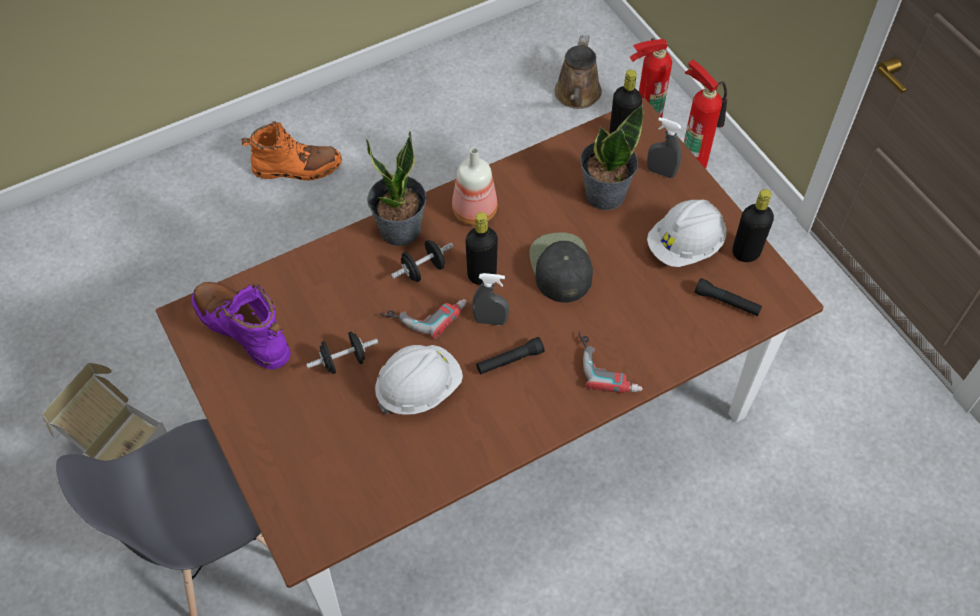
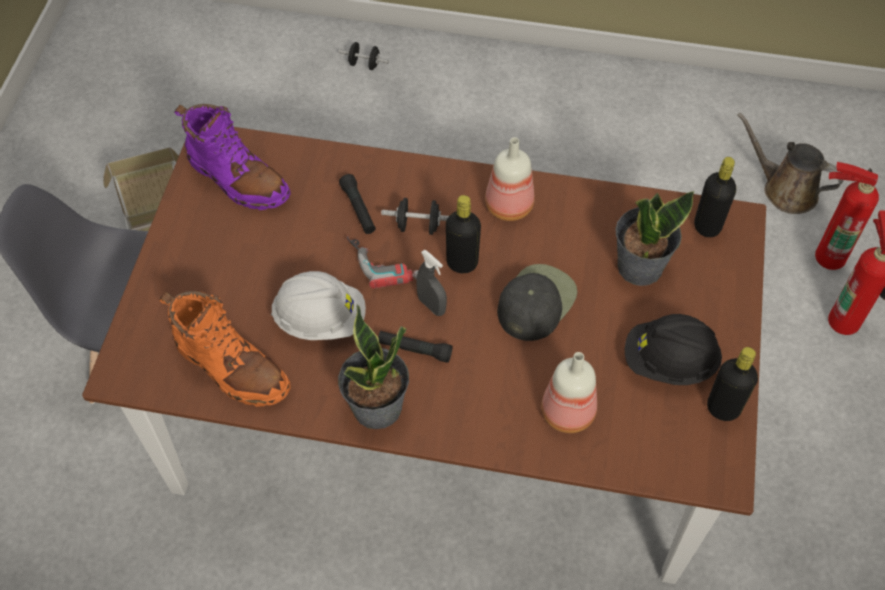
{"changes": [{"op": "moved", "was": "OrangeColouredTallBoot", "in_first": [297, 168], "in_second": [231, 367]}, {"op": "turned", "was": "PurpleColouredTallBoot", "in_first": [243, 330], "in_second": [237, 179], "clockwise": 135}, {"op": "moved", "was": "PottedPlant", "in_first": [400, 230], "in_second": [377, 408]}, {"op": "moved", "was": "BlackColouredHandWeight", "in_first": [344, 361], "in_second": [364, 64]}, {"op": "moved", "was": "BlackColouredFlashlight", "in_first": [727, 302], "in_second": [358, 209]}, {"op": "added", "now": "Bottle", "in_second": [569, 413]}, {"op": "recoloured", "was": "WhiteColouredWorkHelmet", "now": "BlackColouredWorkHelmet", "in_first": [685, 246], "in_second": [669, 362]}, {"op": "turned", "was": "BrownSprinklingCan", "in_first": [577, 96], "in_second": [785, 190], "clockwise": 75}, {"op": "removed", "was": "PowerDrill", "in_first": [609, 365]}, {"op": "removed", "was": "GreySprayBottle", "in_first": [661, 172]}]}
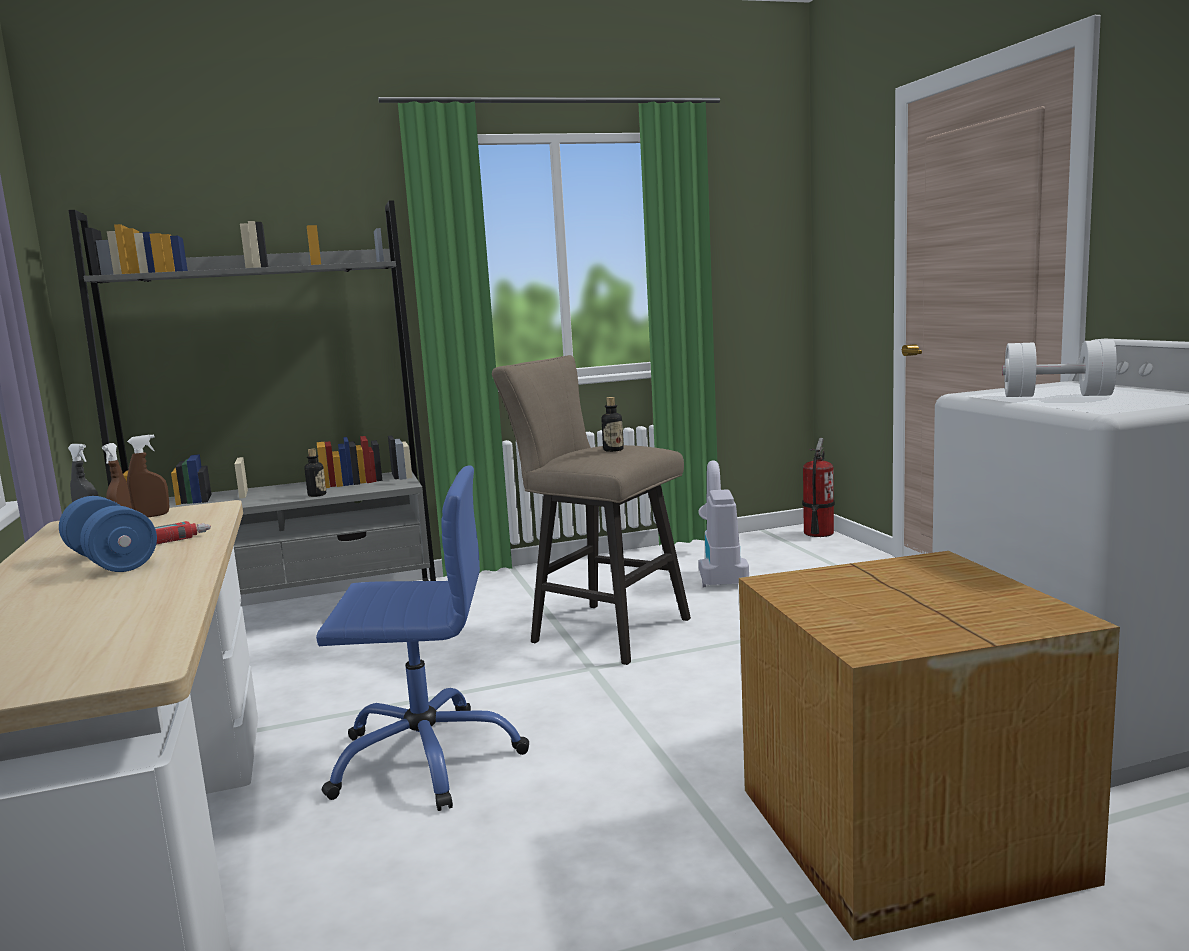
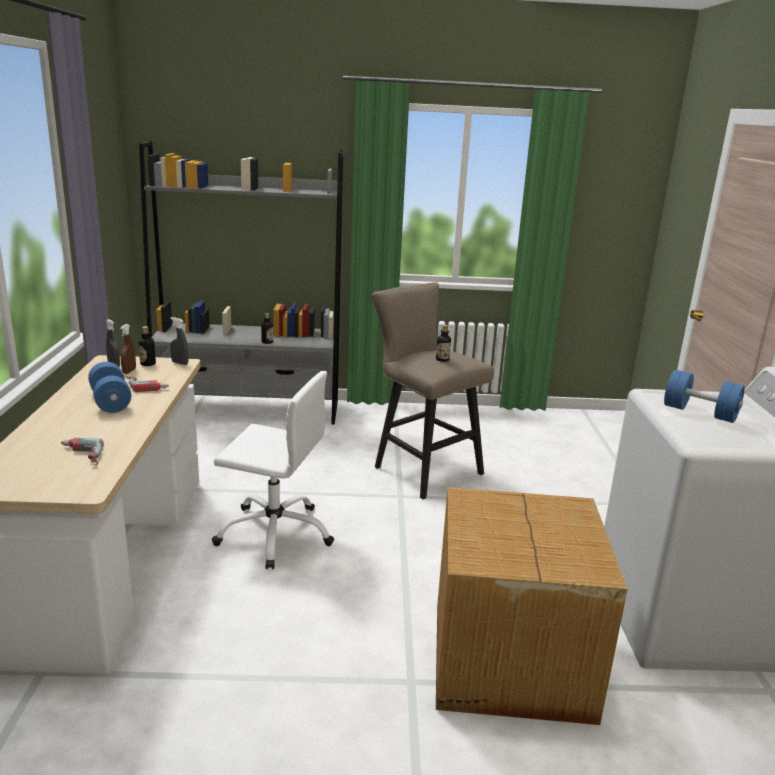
{"changes": [{"op": "added", "now": "PowerDrill", "in_second": [80, 457]}, {"op": "replaced", "was": "BrownSprayBottle", "now": "Bottle", "in_first": [152, 516], "in_second": [148, 364]}, {"op": "added", "now": "GreySprayBottle", "in_second": [180, 363]}, {"op": "recoloured", "was": "BluishDeskChair", "now": "WhiteColouredDeskChair", "in_first": [425, 758], "in_second": [275, 533]}, {"op": "recoloured", "was": "WhiteColouredHandWeight", "now": "BluishHandWeight", "in_first": [1056, 396], "in_second": [699, 413]}, {"op": "removed", "was": "Hoover", "in_first": [719, 571]}, {"op": "removed", "was": "FireFightingCylinder", "in_first": [818, 533]}]}
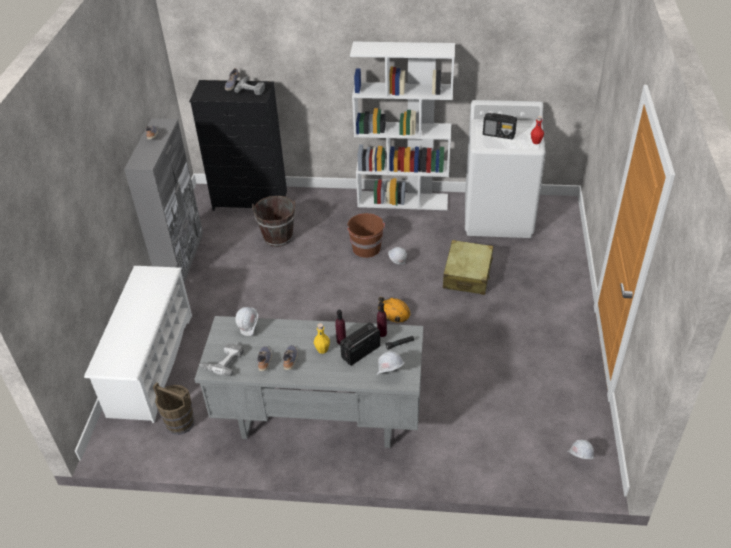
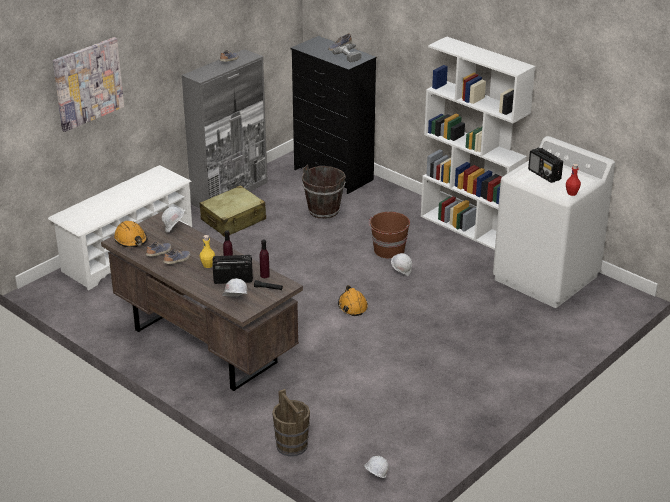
{"changes": [{"op": "added", "now": "WallArt", "in_second": [88, 83]}, {"op": "recoloured", "was": "GreyDeskUnit", "now": "BrownDeskUnit", "in_first": [318, 419], "in_second": [203, 346]}, {"op": "replaced", "was": "PowerDrill", "now": "OrangeColouredWorkHelmet", "in_first": [222, 362], "in_second": [131, 240]}, {"op": "moved", "was": "SandColouredPieceOfLuggage", "in_first": [467, 274], "in_second": [233, 220]}, {"op": "moved", "was": "BrownWaterBucket", "in_first": [180, 423], "in_second": [292, 446]}]}
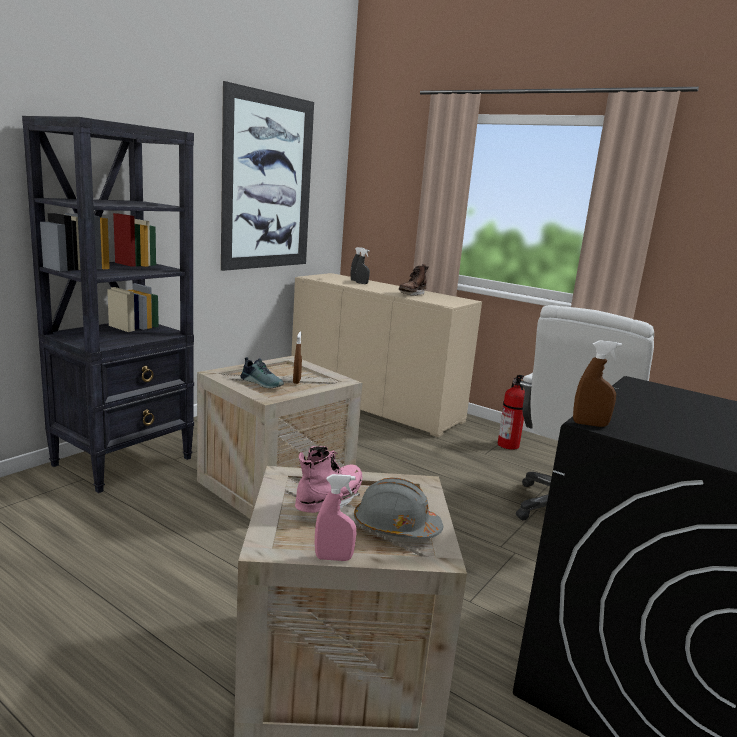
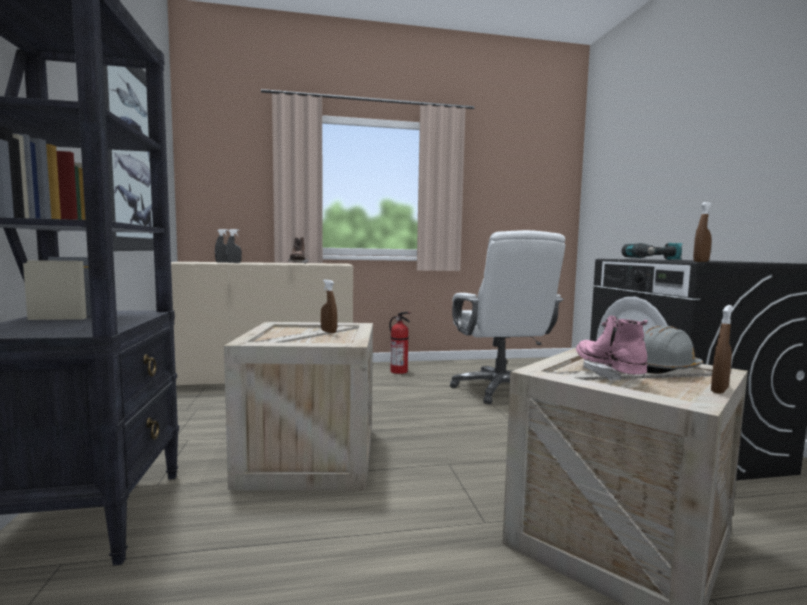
{"changes": [{"op": "added", "now": "PowerDrill", "in_second": [654, 259]}, {"op": "recoloured", "was": "PinkSprayBottle", "now": "BrownSprayBottle", "in_first": [333, 558], "in_second": [719, 390]}, {"op": "removed", "was": "ItemOfFootwear", "in_first": [263, 383]}]}
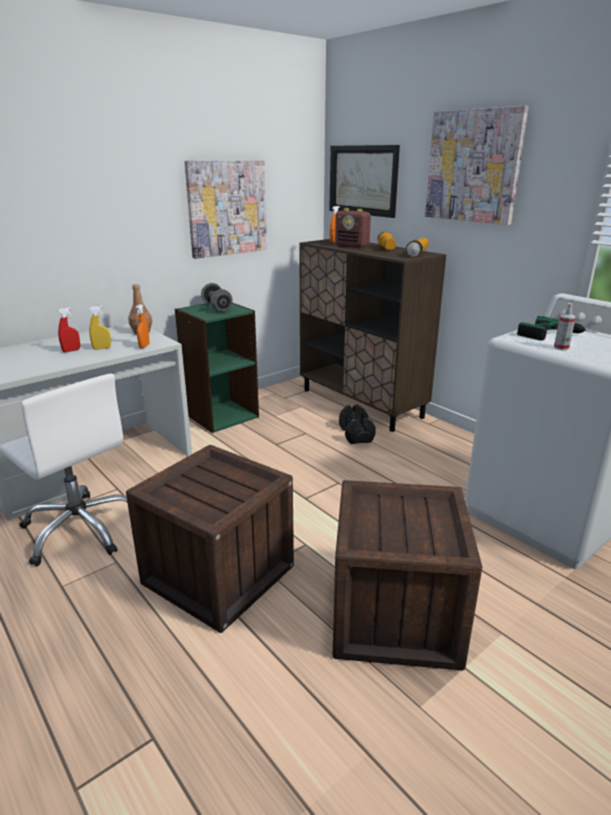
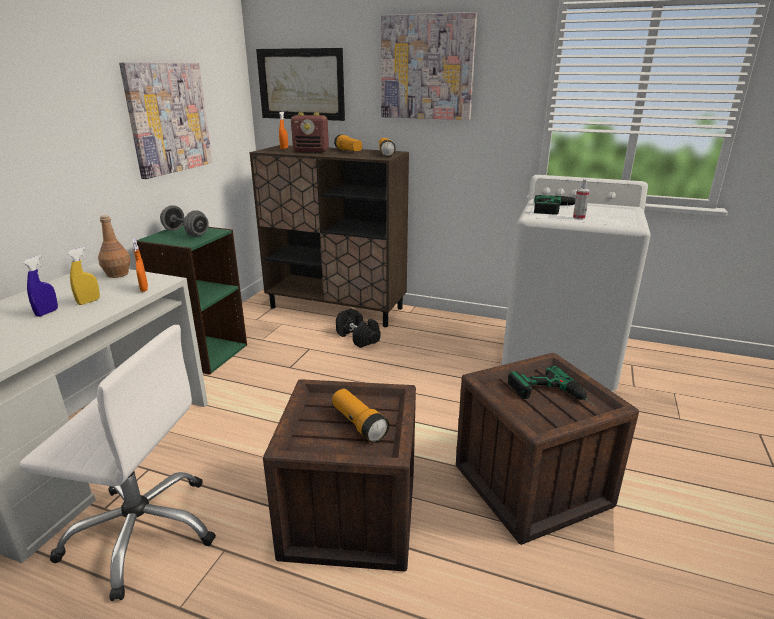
{"changes": [{"op": "recoloured", "was": "RedSprayBottle", "now": "BluishSprayBottle", "in_first": [71, 350], "in_second": [47, 312]}, {"op": "added", "now": "Flashlight", "in_second": [359, 424]}, {"op": "added", "now": "PowerDrill", "in_second": [551, 396]}]}
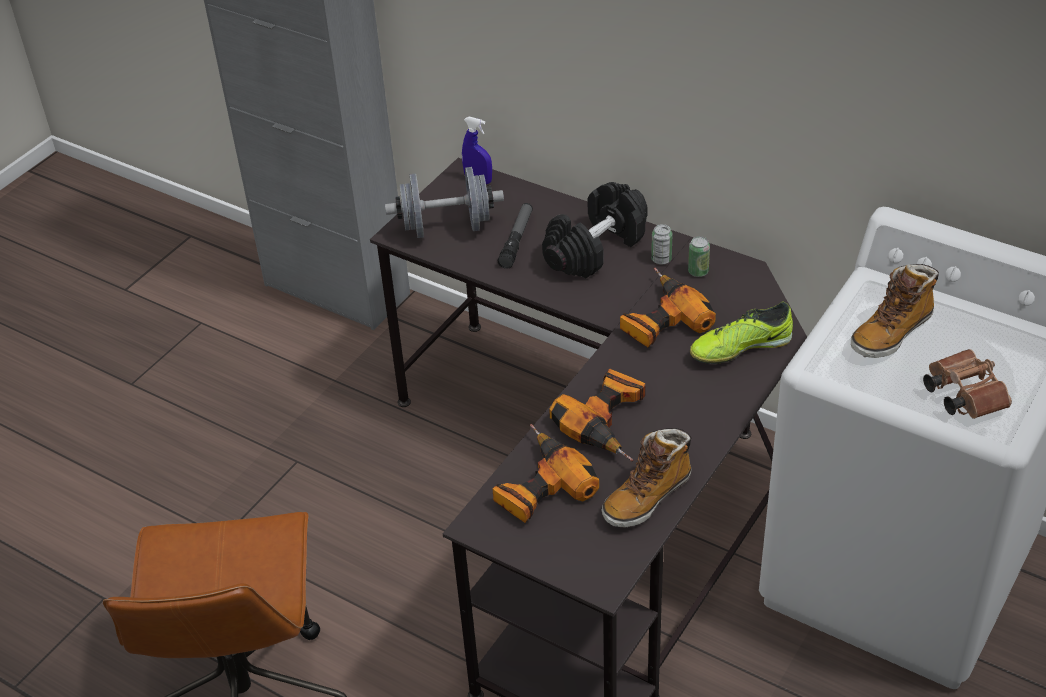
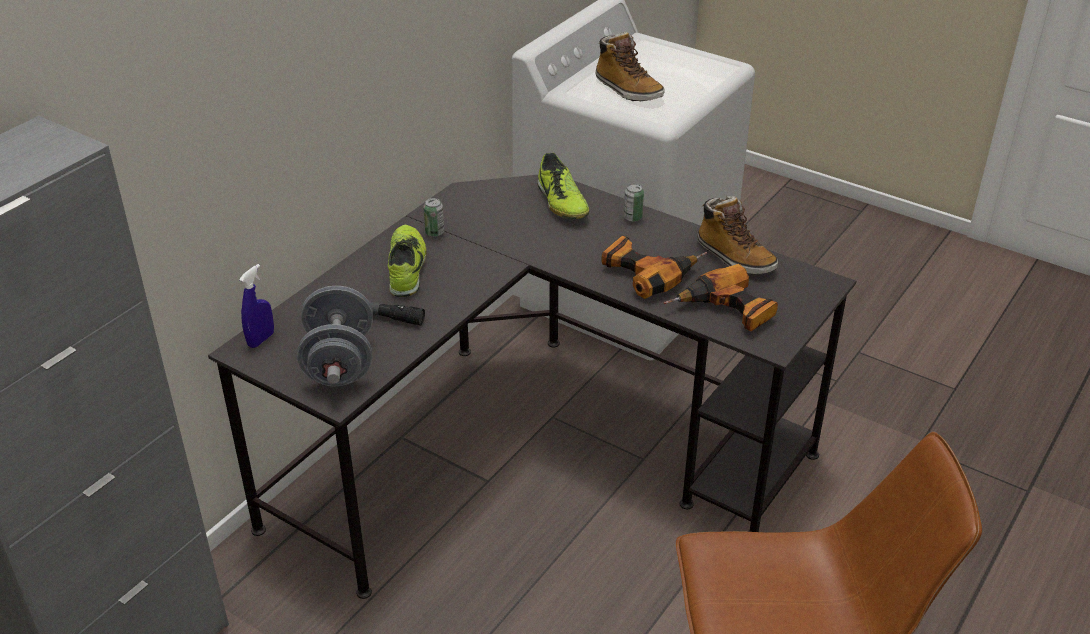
{"changes": [{"op": "replaced", "was": "BlackColouredHandWeight", "now": "ItemOfFootwear", "in_first": [595, 248], "in_second": [406, 268]}, {"op": "moved", "was": "SealedCan", "in_first": [698, 272], "in_second": [632, 218]}, {"op": "removed", "was": "PowerDrill", "in_first": [659, 319]}, {"op": "removed", "was": "BrownBinoculars", "in_first": [961, 395]}]}
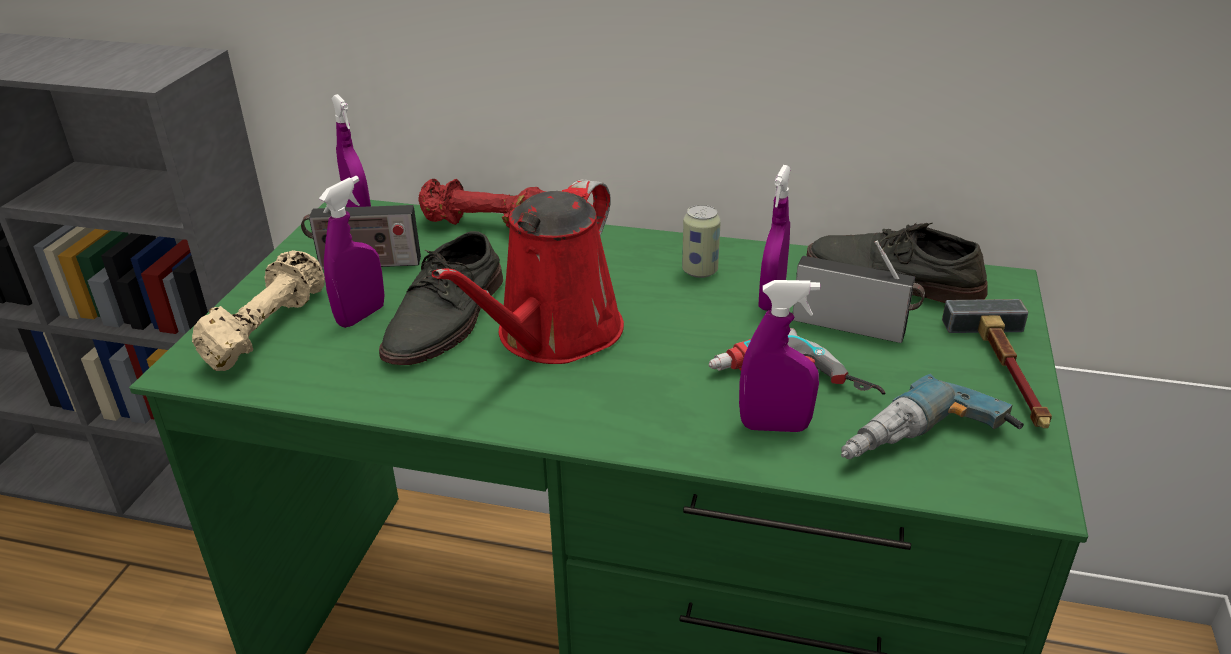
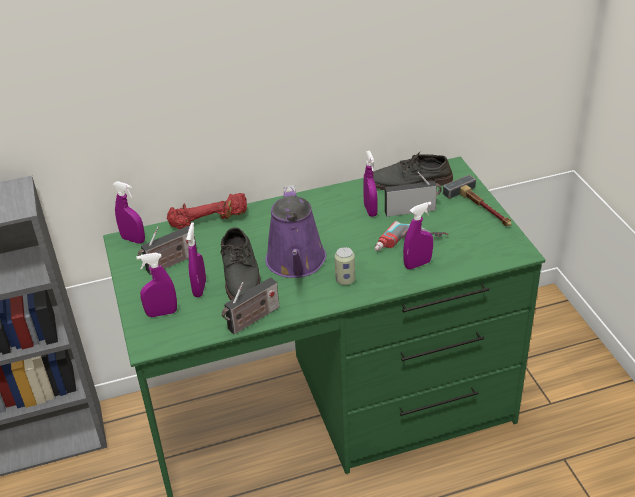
{"changes": [{"op": "replaced", "was": "SandColouredHandWeight", "now": "PurpleColouredSprayBottle", "in_first": [265, 329], "in_second": [162, 313]}, {"op": "added", "now": "RadioReceiver", "in_second": [252, 320]}, {"op": "recoloured", "was": "RedSprinklingCan", "now": "PurpleColouredSprinklingCan", "in_first": [553, 336], "in_second": [296, 263]}, {"op": "moved", "was": "SealedCan", "in_first": [699, 271], "in_second": [345, 280]}, {"op": "removed", "was": "PowerDrill", "in_first": [927, 449]}]}
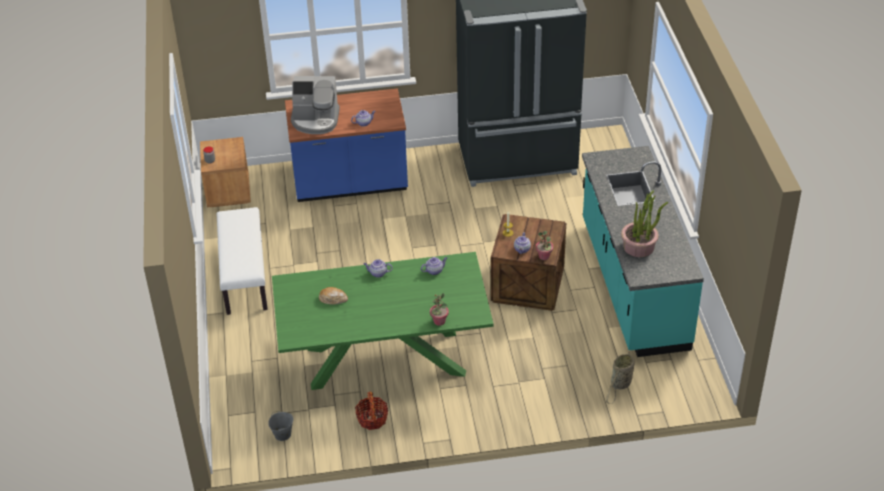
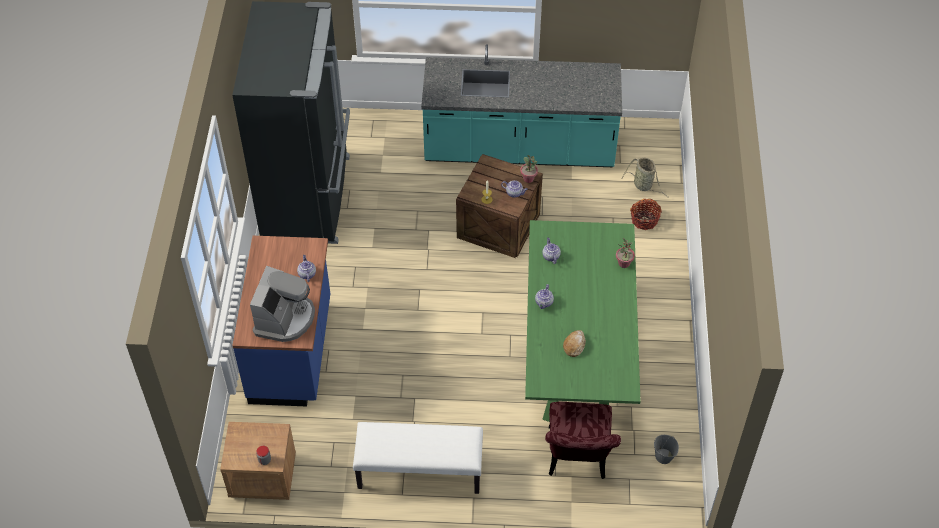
{"changes": [{"op": "added", "now": "RedChair", "in_second": [577, 460]}, {"op": "moved", "was": "Basket", "in_first": [372, 419], "in_second": [644, 220]}, {"op": "removed", "was": "PottedPlant", "in_first": [639, 246]}]}
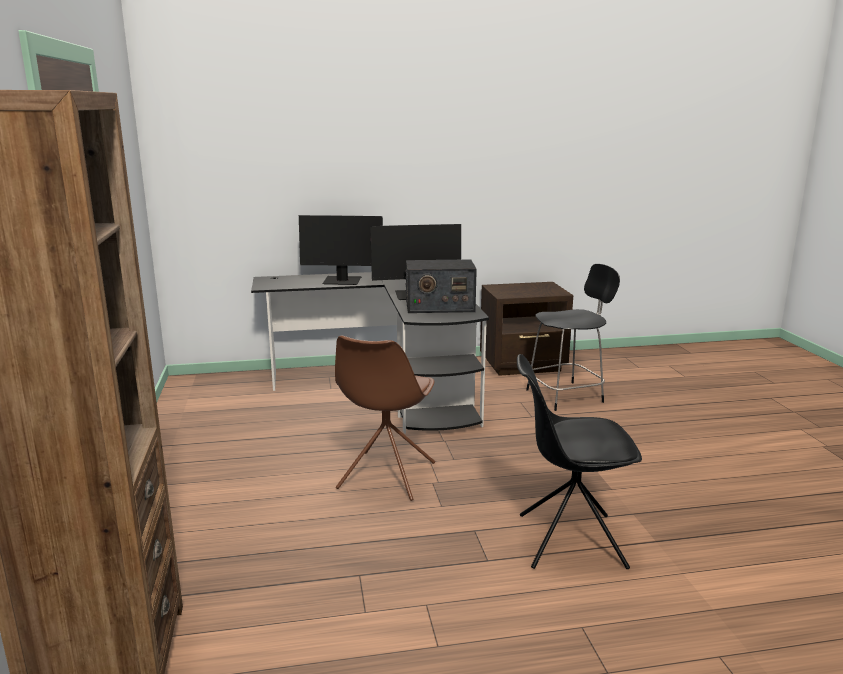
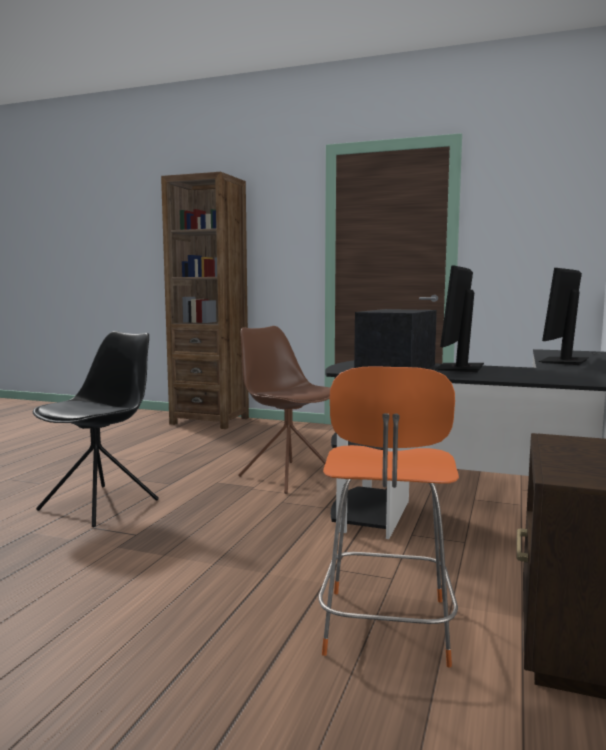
{"changes": [{"op": "recoloured", "was": "BlackColouredChair", "now": "OrangeColouredChair", "in_first": [567, 395], "in_second": [386, 629]}]}
